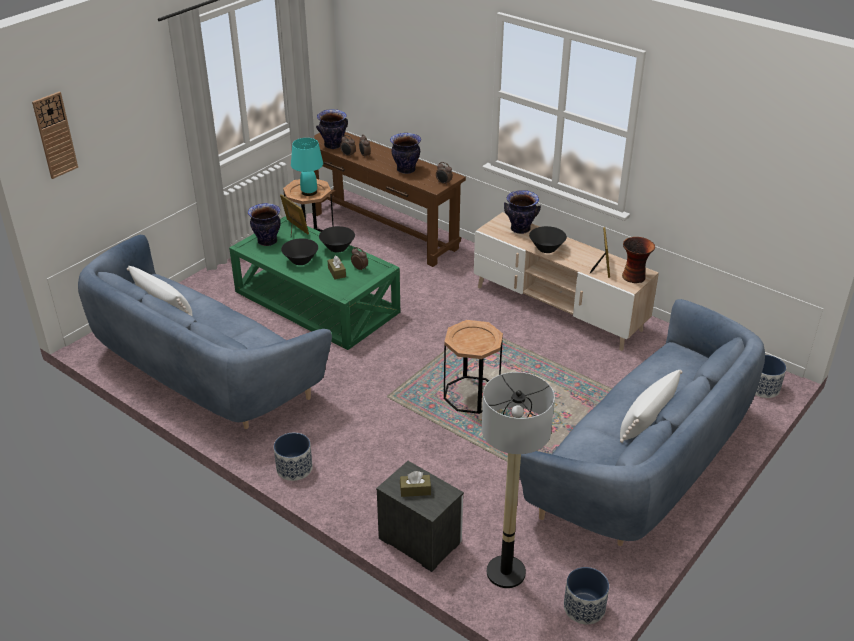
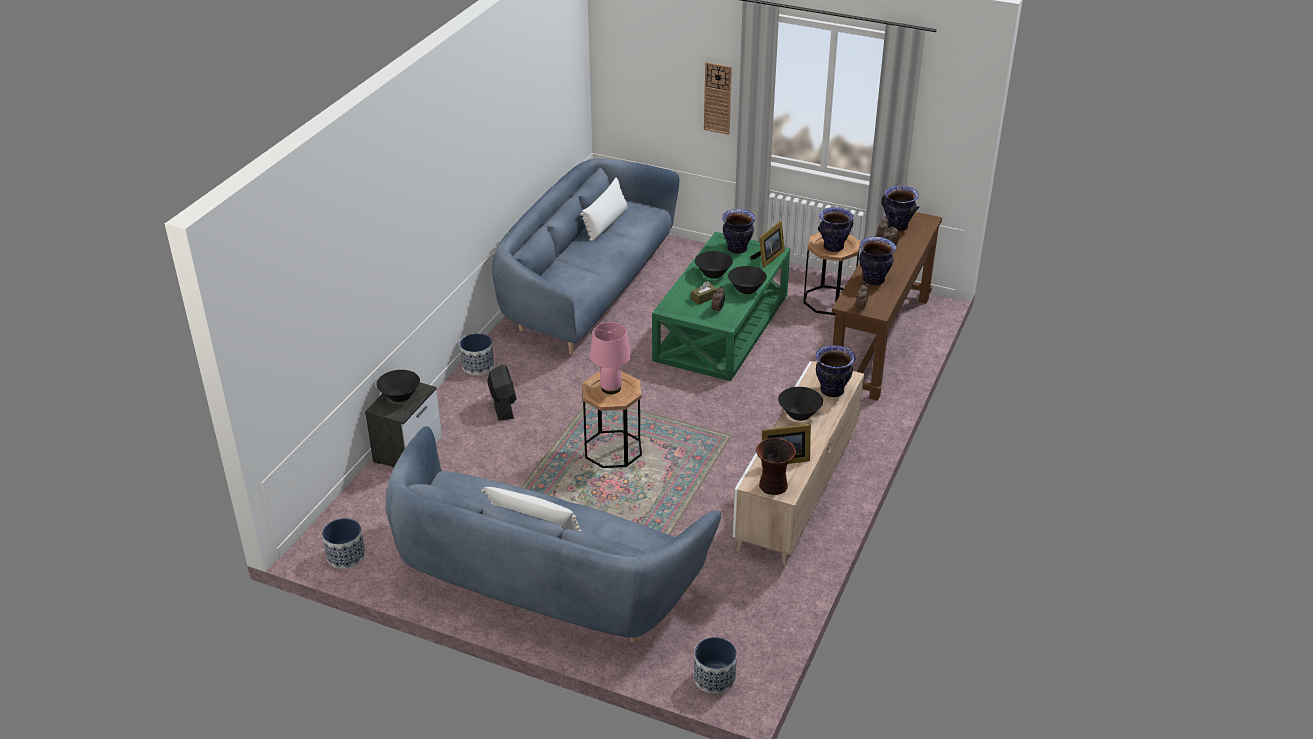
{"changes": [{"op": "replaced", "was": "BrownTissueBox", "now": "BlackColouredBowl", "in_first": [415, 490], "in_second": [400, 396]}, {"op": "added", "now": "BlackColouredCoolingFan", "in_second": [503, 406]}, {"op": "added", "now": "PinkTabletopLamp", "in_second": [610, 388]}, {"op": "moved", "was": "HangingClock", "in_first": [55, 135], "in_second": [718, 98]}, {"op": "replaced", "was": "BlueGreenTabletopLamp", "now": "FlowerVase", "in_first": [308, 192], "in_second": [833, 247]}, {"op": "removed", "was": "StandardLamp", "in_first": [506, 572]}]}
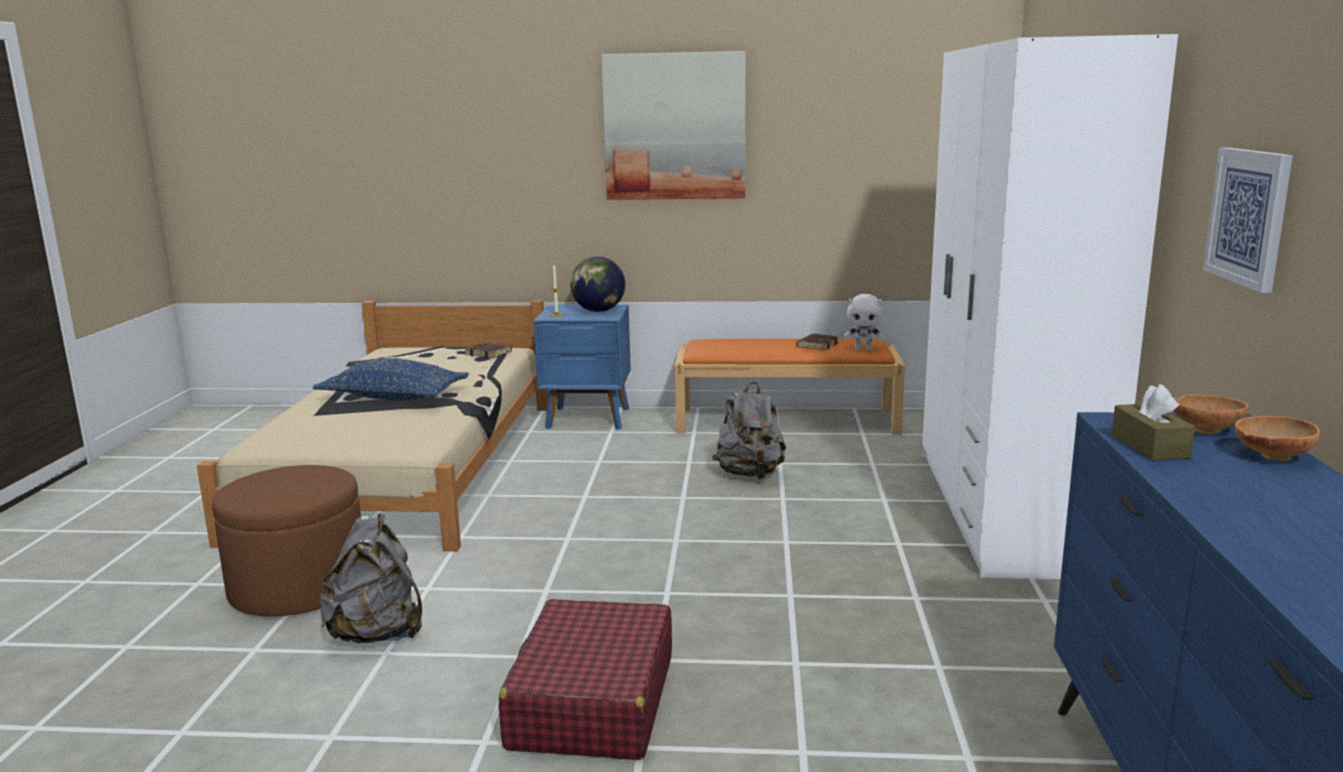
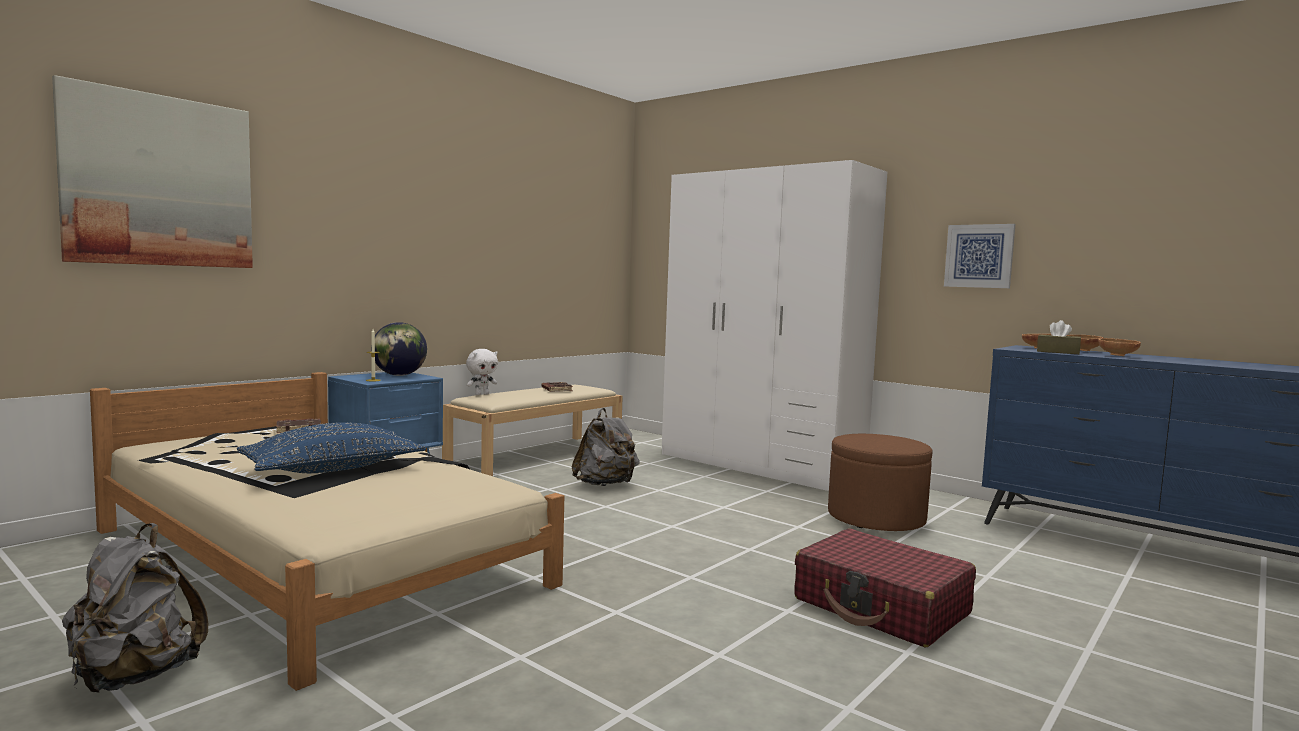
{"changes": [{"op": "moved", "was": "WallArt", "in_first": [674, 127], "in_second": [160, 181]}, {"op": "moved", "was": "GreyBackpack", "in_first": [377, 634], "in_second": [133, 677]}, {"op": "recoloured", "was": "OrangeColouredLongSeat", "now": "SandColouredLongSeat", "in_first": [787, 420], "in_second": [537, 454]}, {"op": "moved", "was": "WhiteColouredCuddlyToy", "in_first": [863, 349], "in_second": [482, 394]}, {"op": "moved", "was": "BrownPouffe", "in_first": [299, 587], "in_second": [876, 518]}, {"op": "added", "now": "BrownBowl", "in_second": [1117, 356]}]}
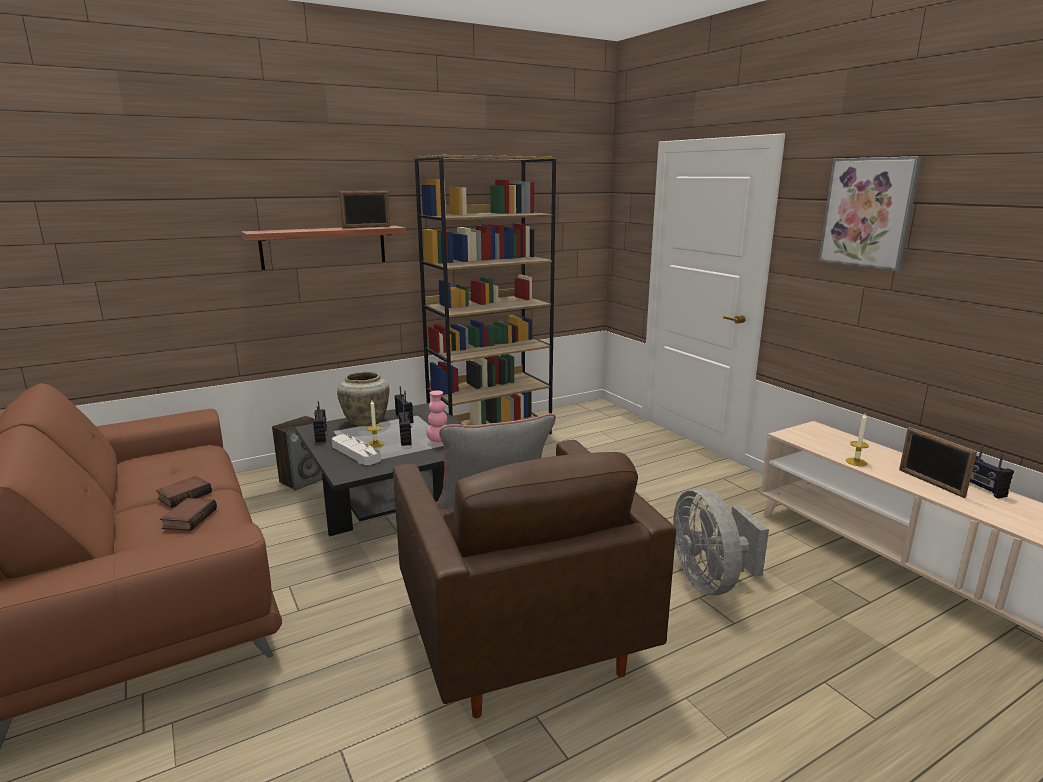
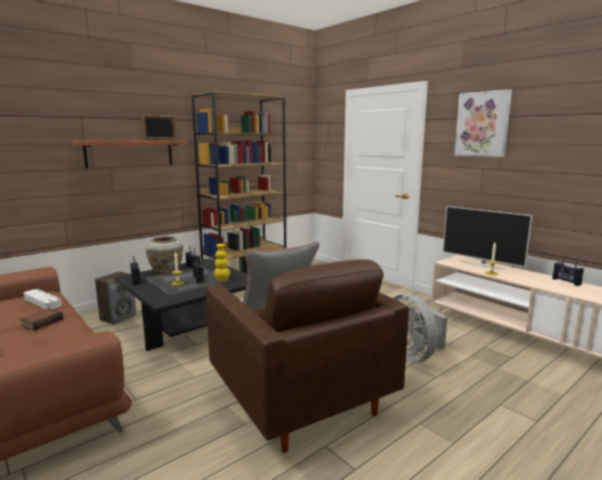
{"changes": [{"op": "moved", "was": "GreyTray", "in_first": [356, 453], "in_second": [42, 302]}, {"op": "recoloured", "was": "PinkFlowerVase", "now": "YellowishFlowerVase", "in_first": [438, 441], "in_second": [222, 279]}, {"op": "added", "now": "TvSet", "in_second": [482, 265]}, {"op": "removed", "was": "Volume", "in_first": [189, 518]}, {"op": "removed", "was": "PictureFrame", "in_first": [930, 483]}]}
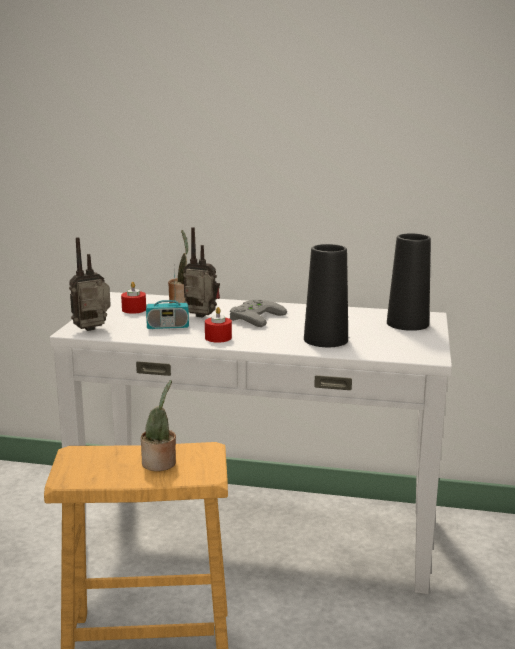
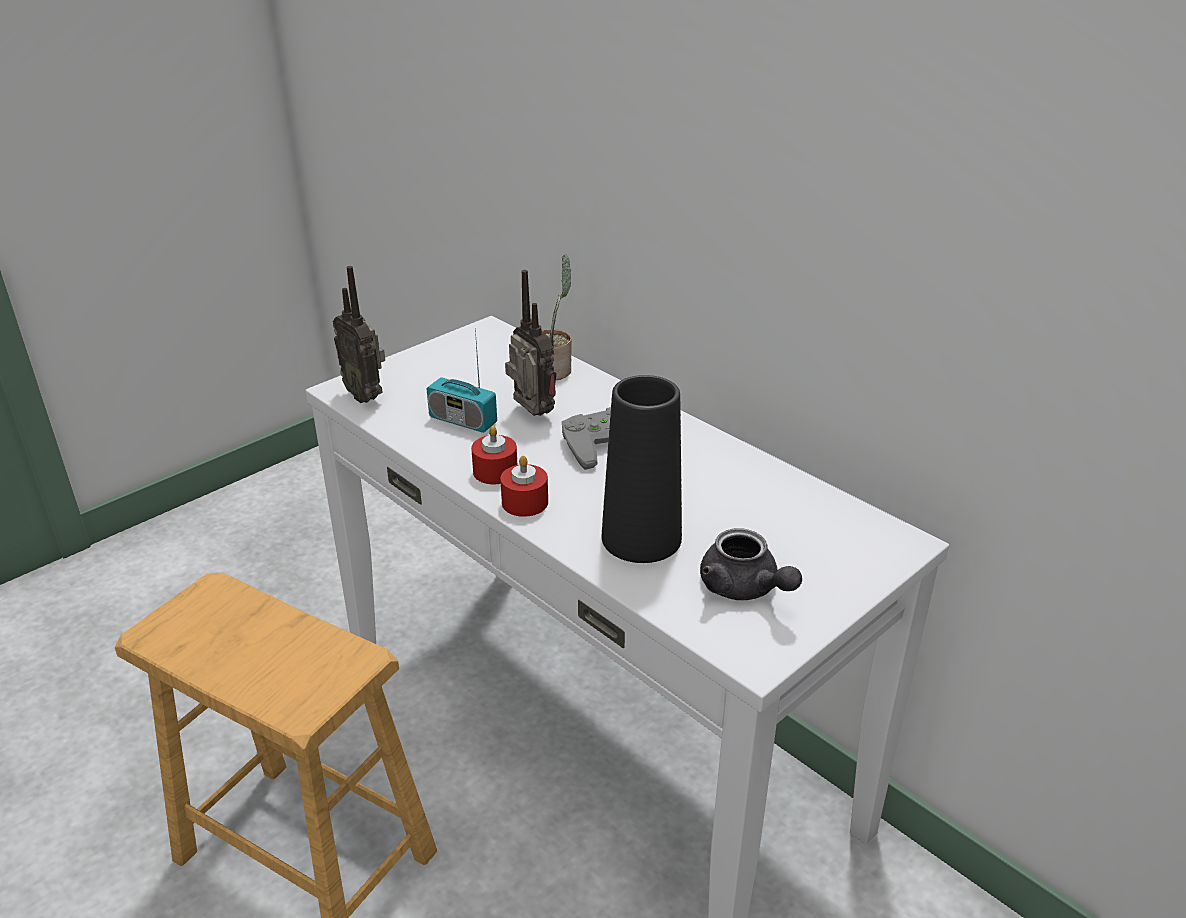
{"changes": [{"op": "turned", "was": "RadioReceiver", "in_first": [93, 330], "in_second": [366, 395], "clockwise": -135}, {"op": "moved", "was": "RedCandle", "in_first": [134, 309], "in_second": [525, 502]}, {"op": "added", "now": "GreyPotForTea", "in_second": [744, 589]}, {"op": "removed", "was": "PottedPlant", "in_first": [160, 464]}, {"op": "removed", "was": "BlackColouredFlowerVase", "in_first": [407, 323]}]}
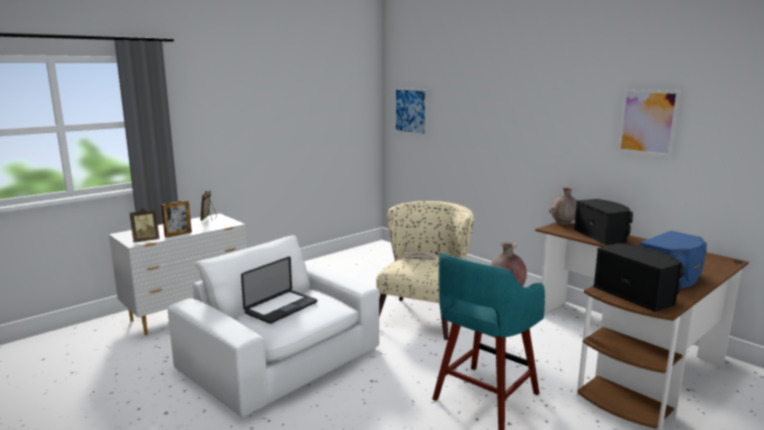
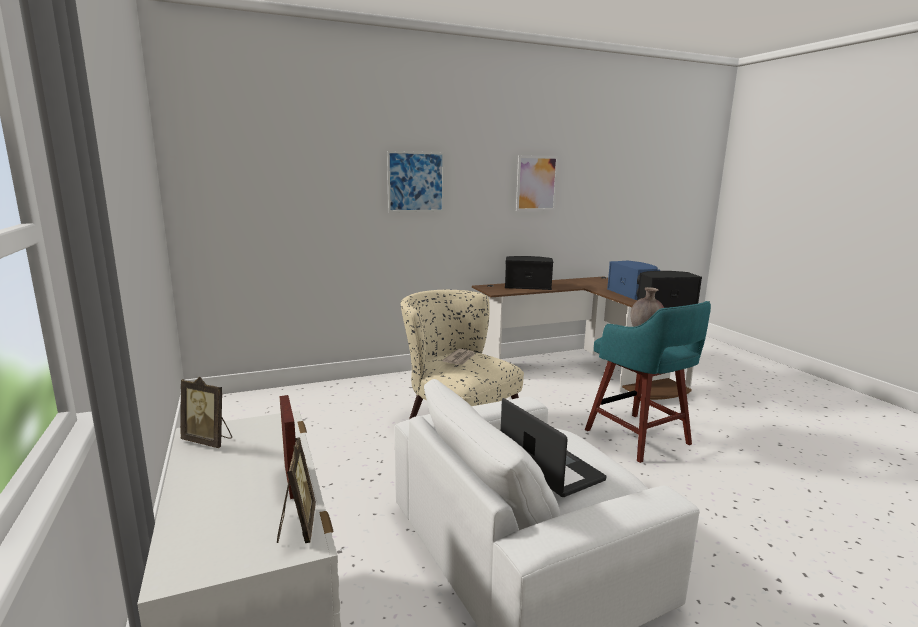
{"changes": [{"op": "moved", "was": "WallArt", "in_first": [410, 111], "in_second": [416, 182]}, {"op": "removed", "was": "BrownFlowerVase", "in_first": [563, 224]}]}
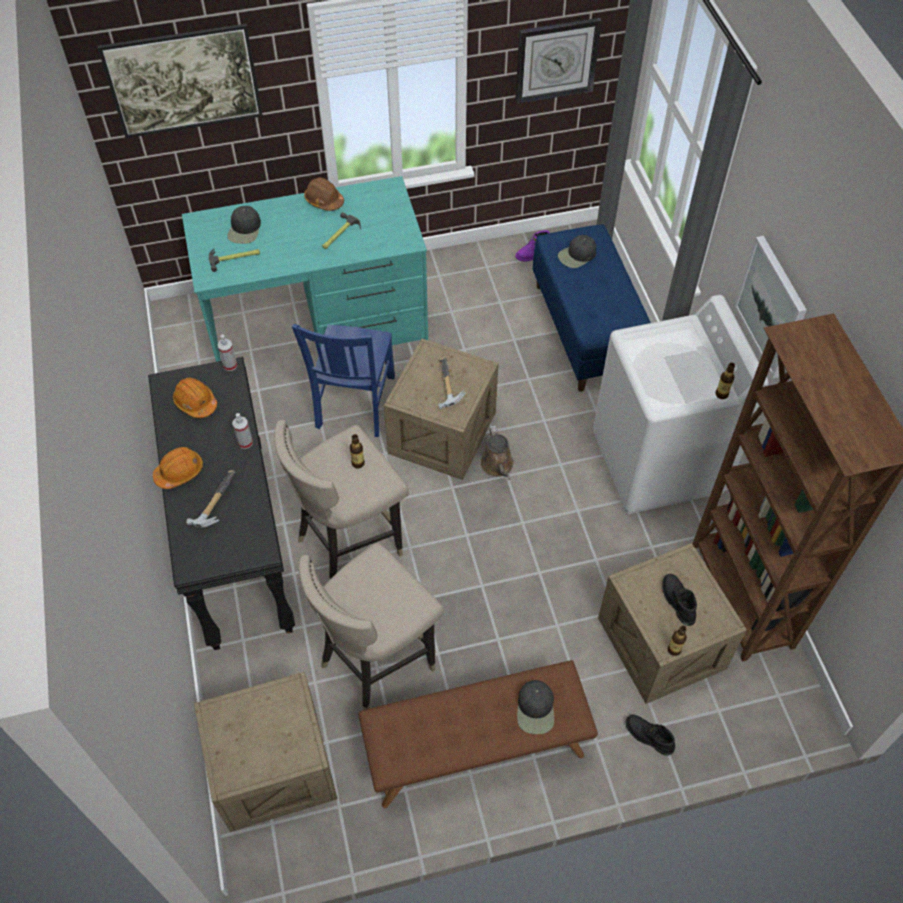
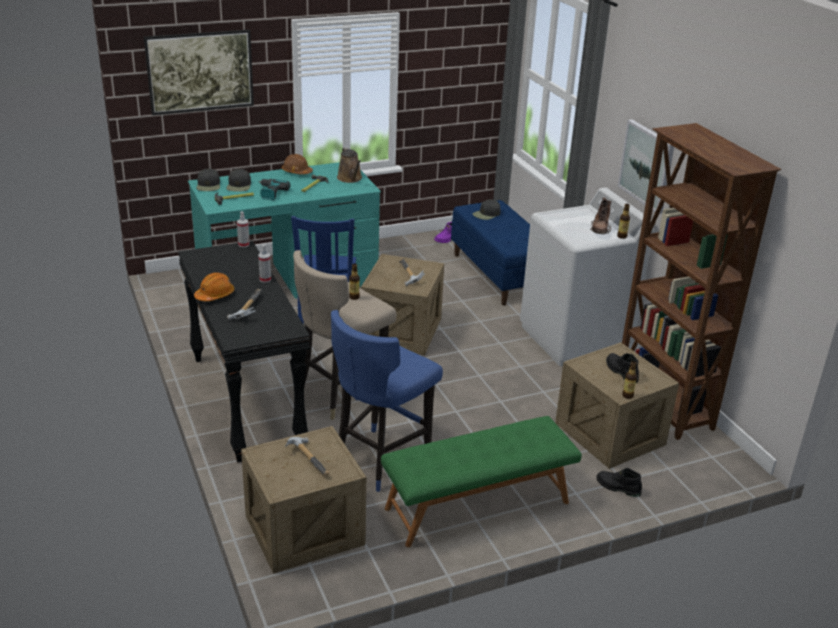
{"changes": [{"op": "moved", "was": "BlackColouredBaseballCap", "in_first": [536, 709], "in_second": [208, 185]}, {"op": "added", "now": "PowerDrill", "in_second": [270, 193]}, {"op": "added", "now": "ToolHammer", "in_second": [310, 459]}, {"op": "recoloured", "was": "SandColouredStoolSeat", "now": "BluishStoolSeat", "in_first": [377, 661], "in_second": [380, 460]}, {"op": "moved", "was": "BrownSprinklingCan", "in_first": [497, 466], "in_second": [350, 179]}, {"op": "recoloured", "was": "BrownLongSeat", "now": "GreenLongSeat", "in_first": [476, 750], "in_second": [477, 506]}, {"op": "added", "now": "BrownTallBoot", "in_second": [600, 230]}, {"op": "removed", "was": "OrangeColouredWorkHelmet", "in_first": [195, 402]}, {"op": "removed", "was": "HangingClock", "in_first": [556, 60]}]}
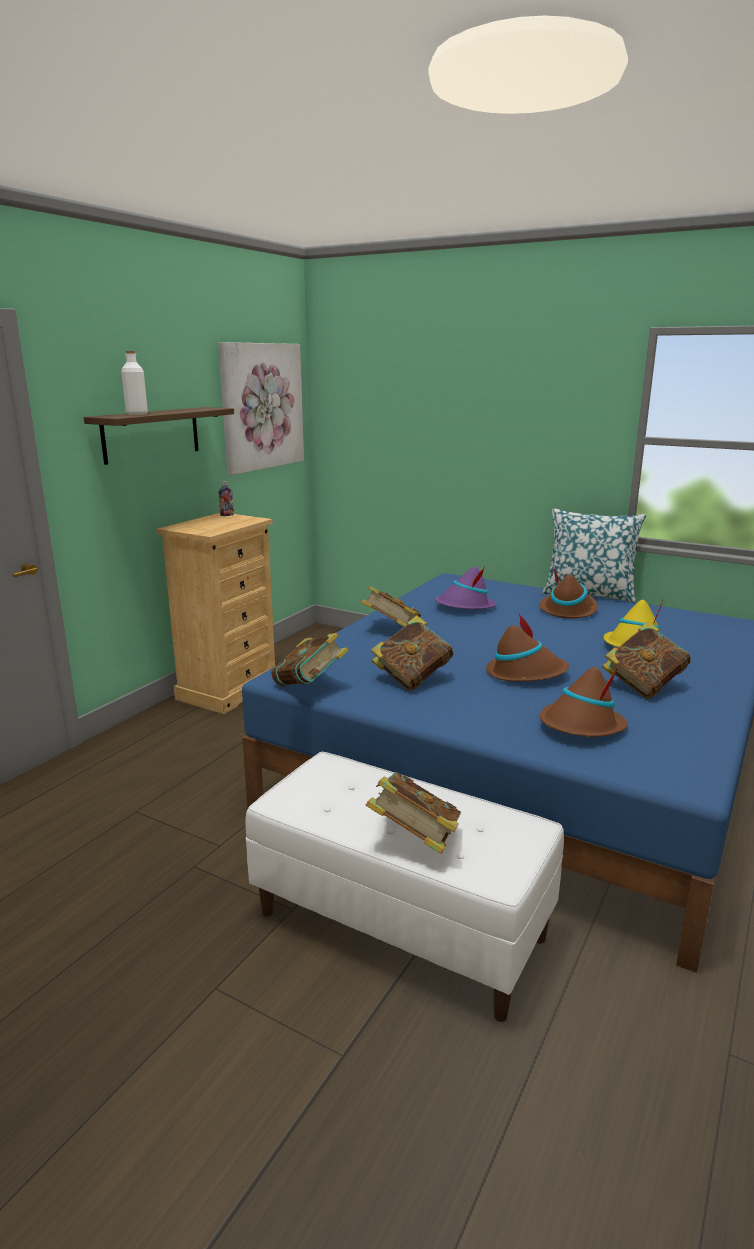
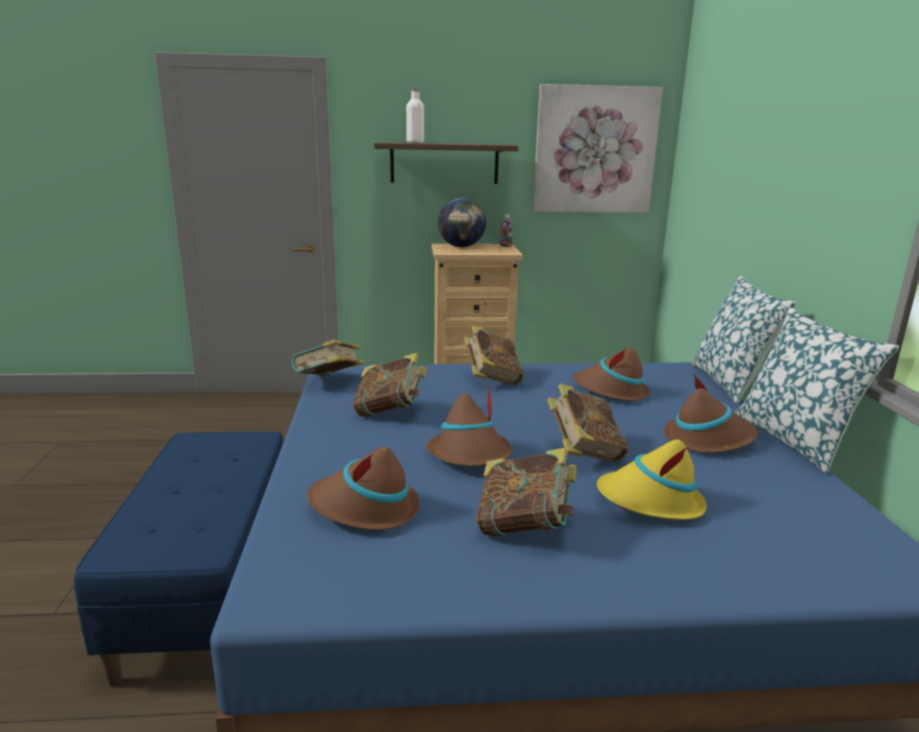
{"changes": [{"op": "recoloured", "was": "WhiteColouredLongSeat", "now": "BluishLongSeat", "in_first": [402, 925], "in_second": [211, 591]}, {"op": "added", "now": "DeskGlobe", "in_second": [461, 247]}, {"op": "moved", "was": "Volume", "in_first": [414, 840], "in_second": [584, 452]}, {"op": "recoloured", "was": "PurpleColouredWearableHat", "now": "BrownWearableHat", "in_first": [464, 607], "in_second": [610, 391]}, {"op": "added", "now": "Pillow", "in_second": [730, 383]}]}
